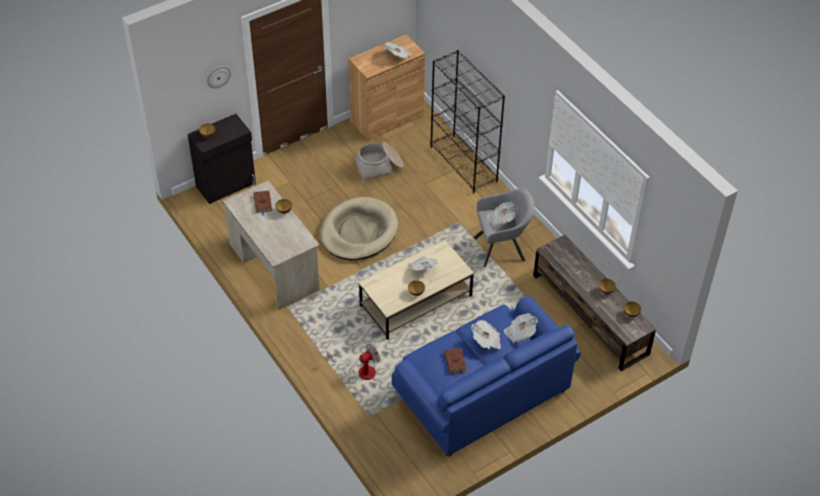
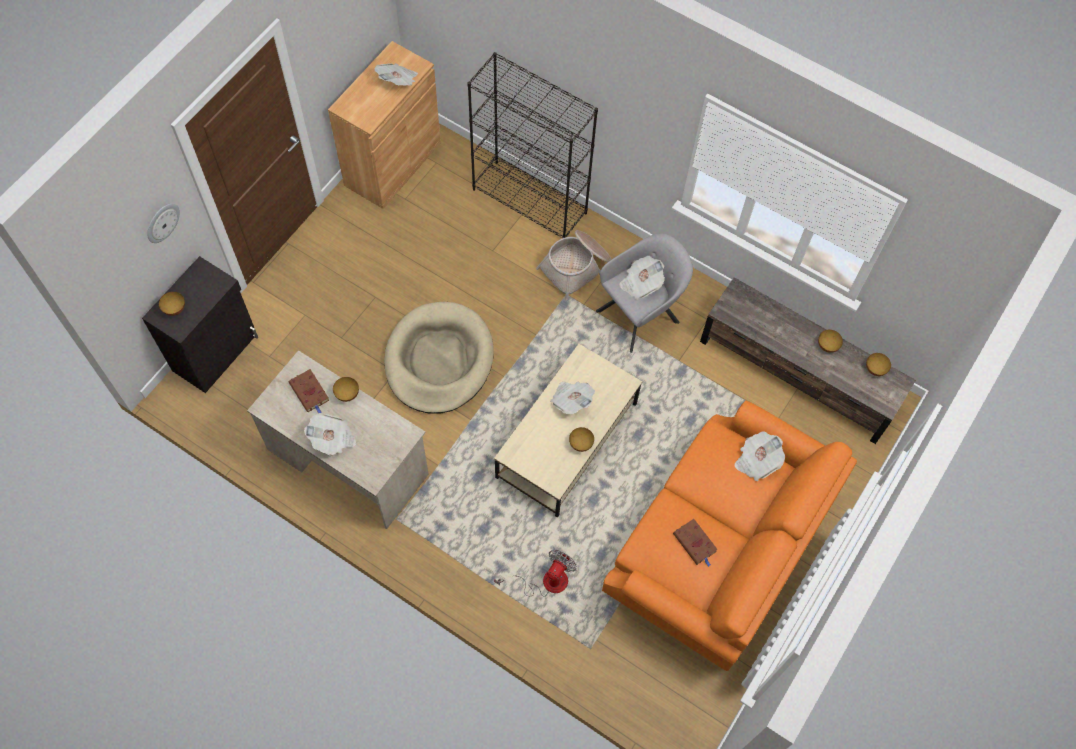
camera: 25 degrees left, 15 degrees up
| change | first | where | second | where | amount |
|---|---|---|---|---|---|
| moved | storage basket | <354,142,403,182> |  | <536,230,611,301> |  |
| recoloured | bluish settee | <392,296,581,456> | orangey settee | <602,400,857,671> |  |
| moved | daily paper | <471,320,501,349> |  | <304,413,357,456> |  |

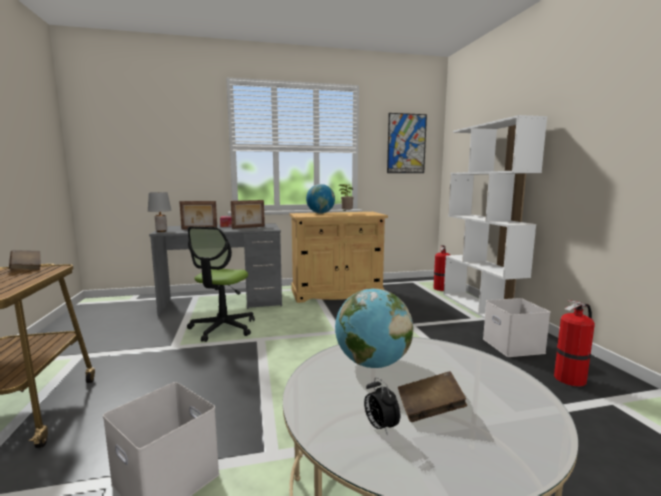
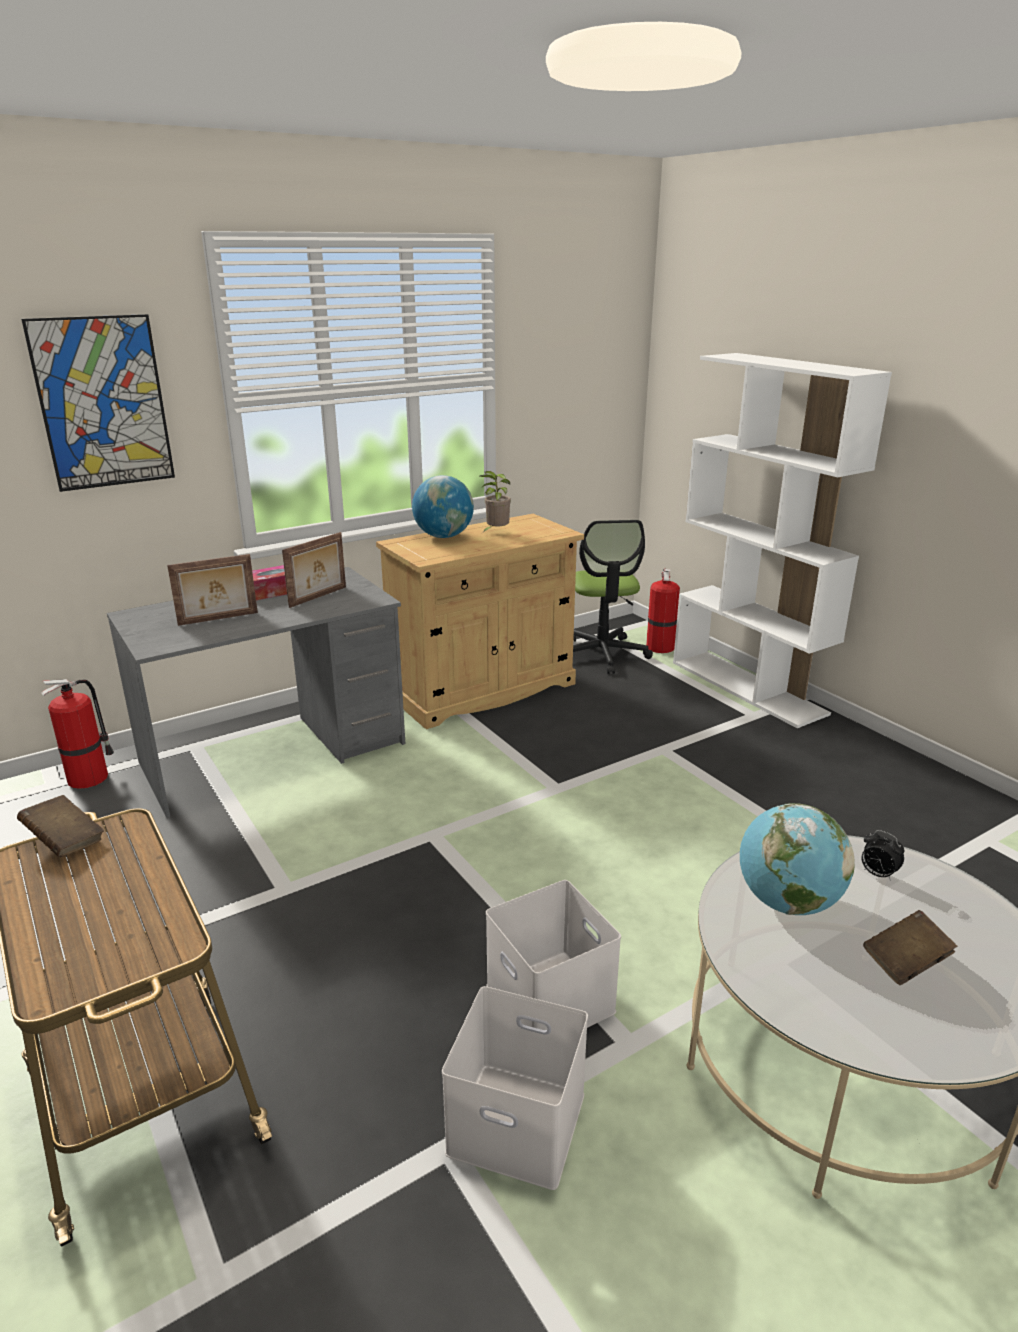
camera: 20 degrees left, 15 degrees up
| change | first | where | second | where | amount |
|---|---|---|---|---|---|
| removed | gray lamp for a table | <148,192,172,232> |  |  |  |
| moved | desk chair | <187,226,255,342> |  | <573,520,653,674> |  |
| moved | table clock | <364,377,400,436> |  | <861,830,904,881> |  |
| moved | wall picture | <387,113,427,173> |  | <21,314,175,492> |  |
| moved | white storage container | <483,298,550,357> |  | <486,880,621,1030> |  |
| moved | fire extinguisher | <554,300,595,387> |  | <41,679,114,789> |  |

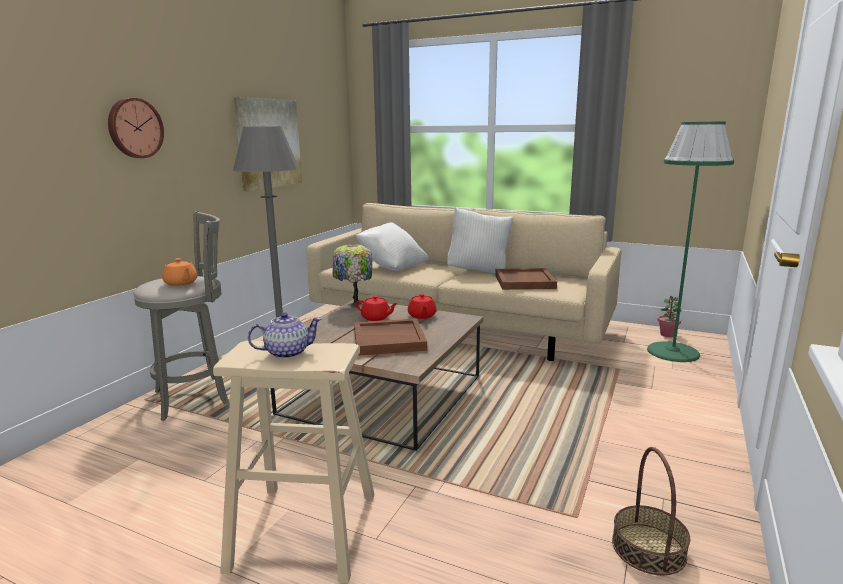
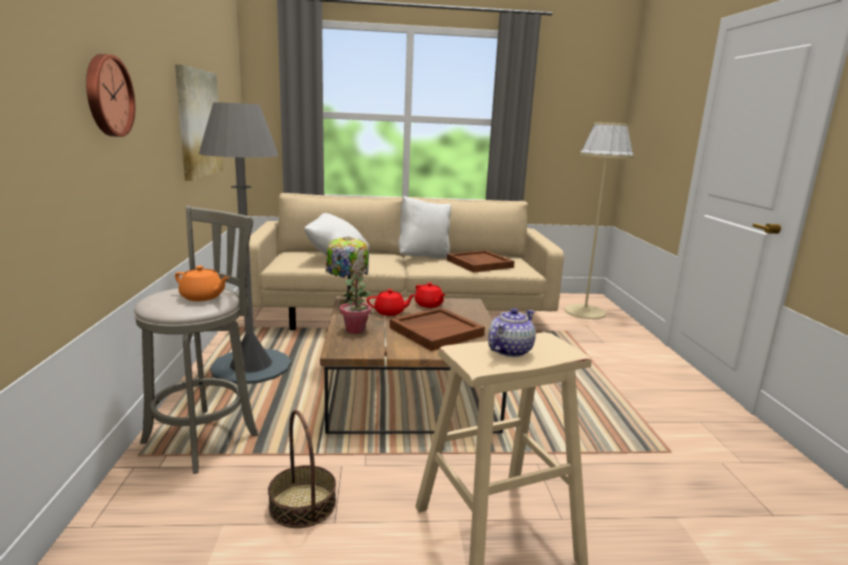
camera: 30 degrees left, 0 degrees up
| change | first | where | second | where | amount |
|---|---|---|---|---|---|
| moved | storage basket | <612,447,690,575> |  | <268,410,336,528> |  |
| recoloured | green-coloured floor lamp | <647,121,734,362> | beige-coloured floor lamp | <565,122,634,319> |  |
| moved | houseplant | <658,296,682,337> |  | <340,275,371,334> |  |

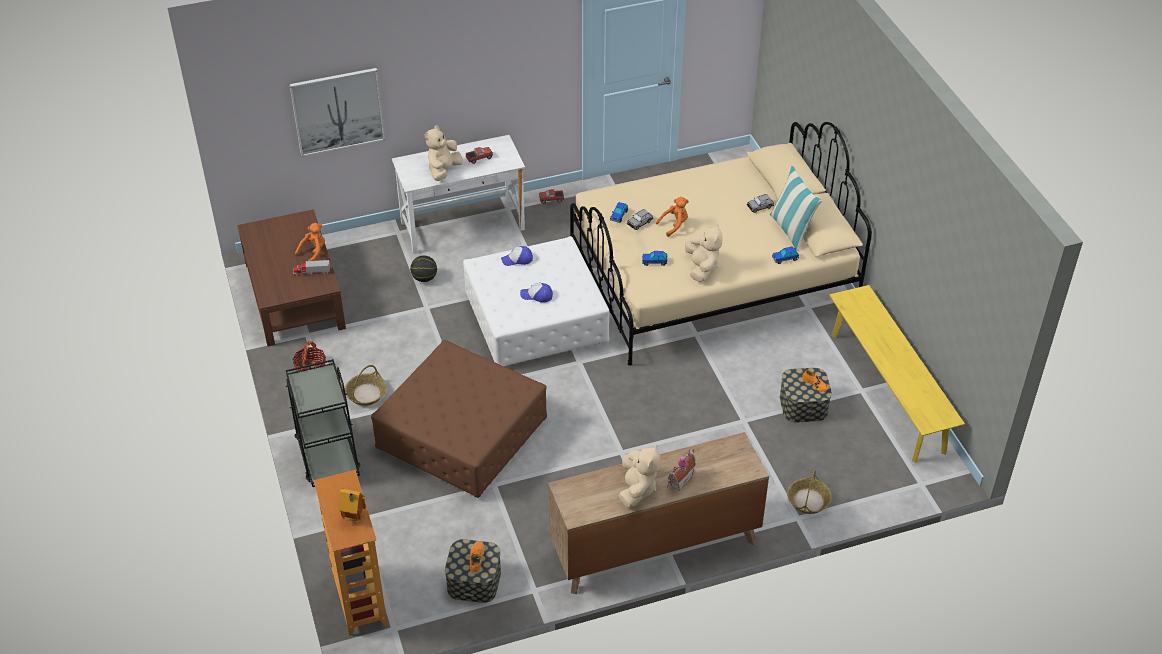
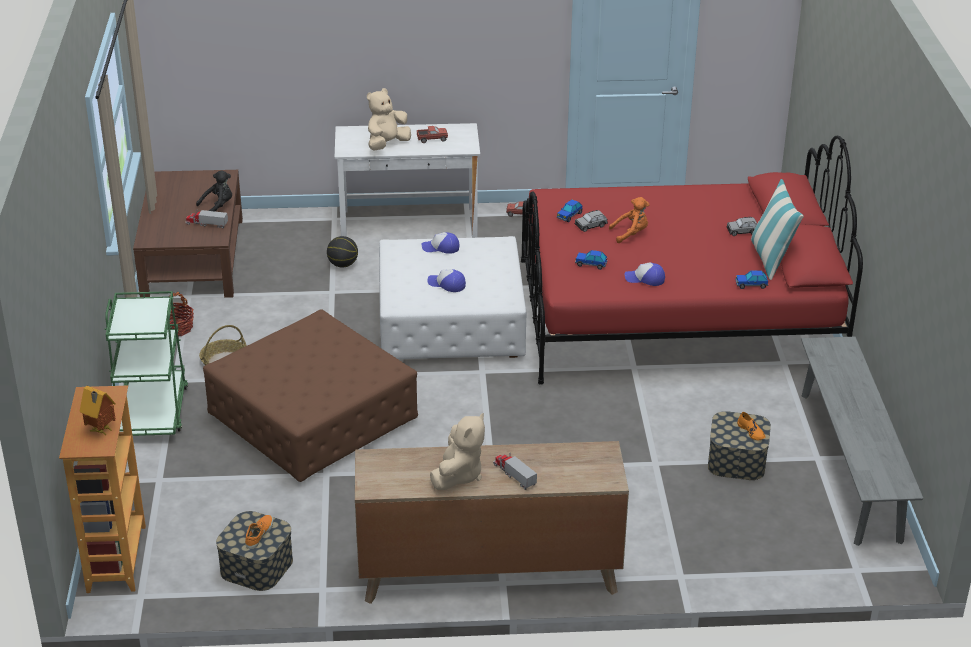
camera: 15 degrees right, 10 degrees down
| change | first | where | second | where | amount |
|---|---|---|---|---|---|
| recoloured | black-coloured cart | <286,359,360,487> | green-coloured cart | <105,291,188,436> |  |
| removed | wall picture | <289,68,385,157> |  |  |  |
| recoloured | orangey soft toy | <295,223,325,261> | black-coloured soft toy | <196,170,232,211> |  |
| recoloured | beige-coloured bedroom bed | <570,122,872,366> | red-coloured bedroom bed | <521,136,863,385> |  |
| replaced | model house | <667,449,696,491> | toy truck | <493,453,537,490> |  |
| replaced | beige-coloured soft toy | <685,224,723,282> | baseball cap | <625,262,665,286> |  |
| removed | storage basket | <787,470,832,514> |  |  |  |
| recoloured | yellow-coloured bench | <829,285,965,463> | gray bench | <801,337,923,546> |  |

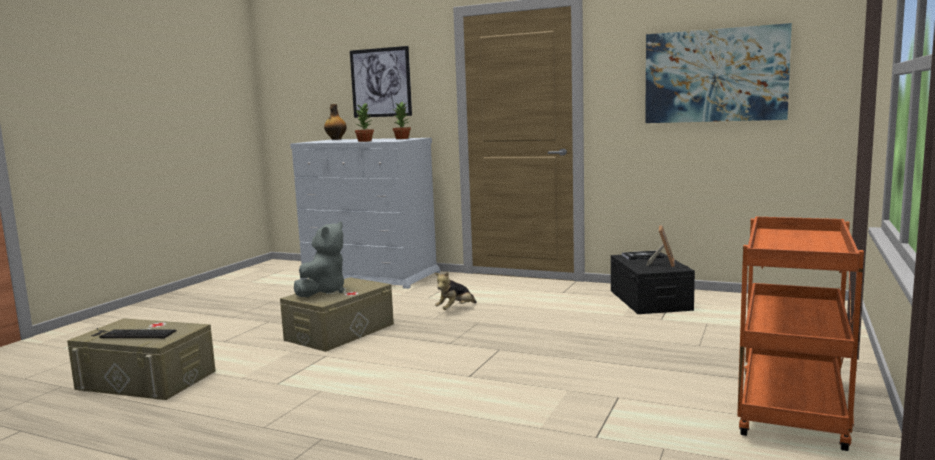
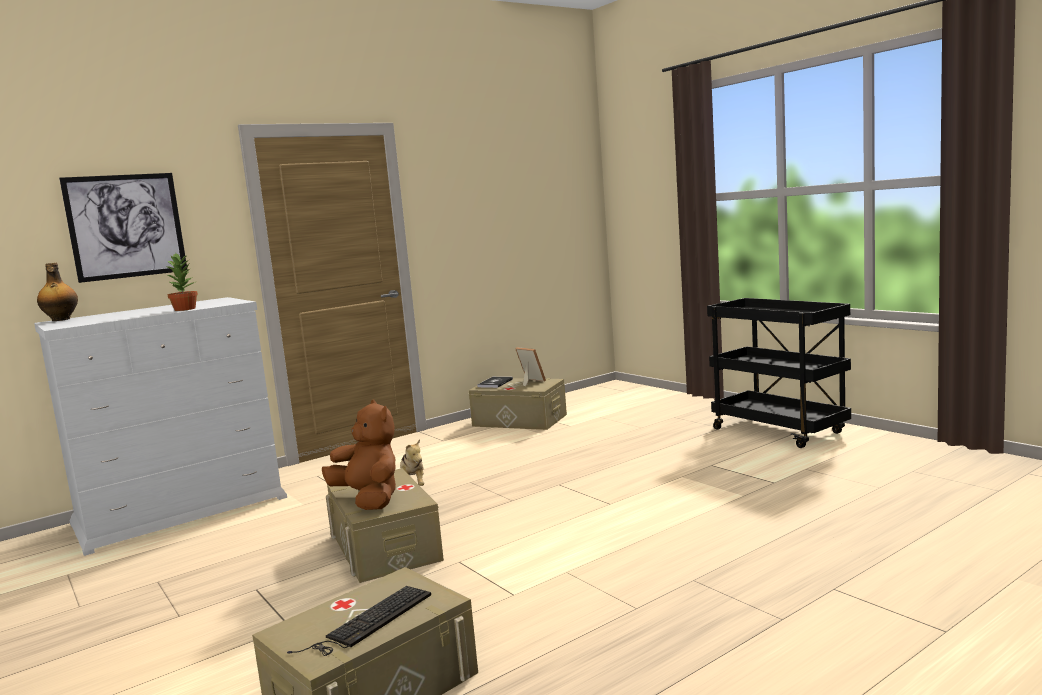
camera: 60 degrees left, 0 degrees up
| change | first | where | second | where | amount |
|---|---|---|---|---|---|
| recoloured | gray soft toy | <294,222,344,297> | brown soft toy | <322,400,396,510> |  |
| removed | houseplant | <393,101,411,139> |  |  |  |
| recoloured | black-coloured storage container | <611,252,695,314> | beige-coloured storage container | <469,378,567,430> |  |
| removed | wall picture | <645,23,792,123> |  |  |  |
| recoloured | orangey cart | <737,217,864,451> | black-coloured cart | <707,298,851,448> |  |

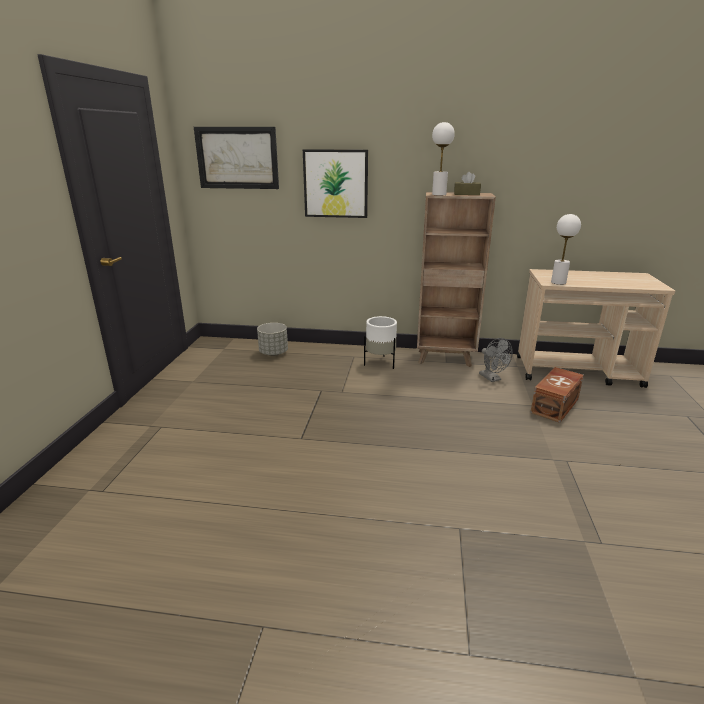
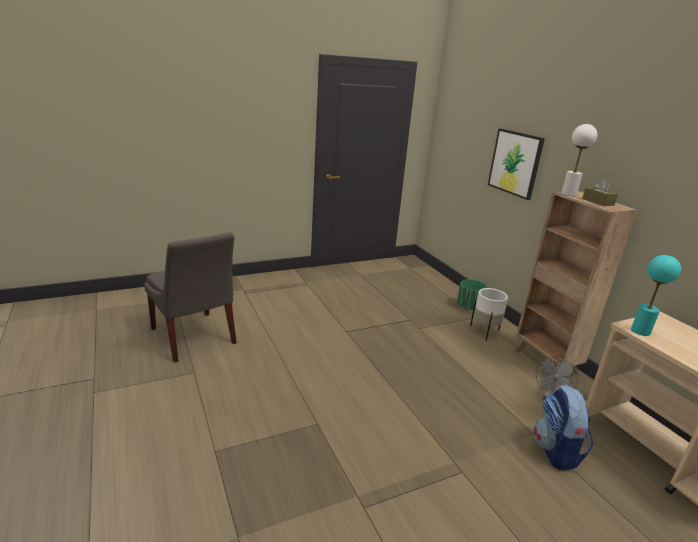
camera: 55 degrees right, 0 degrees up
| change | first | where | second | where | amount |
|---|---|---|---|---|---|
| removed | wall picture | <194,127,279,189> |  |  |  |
| removed | gray plant pot | <257,323,288,356> |  |  |  |
| replaced | brown storage container | <530,367,584,423> | knapsack | <534,385,593,470> |  |
| recoloured | white lamp for a table | <551,214,581,285> | blue-green lamp for a table | <631,255,681,336> |  |
| added |  |  | gray plain chair | <144,232,237,363> |  |
| added |  |  | green-coloured plant pot | <457,279,487,310> |  |

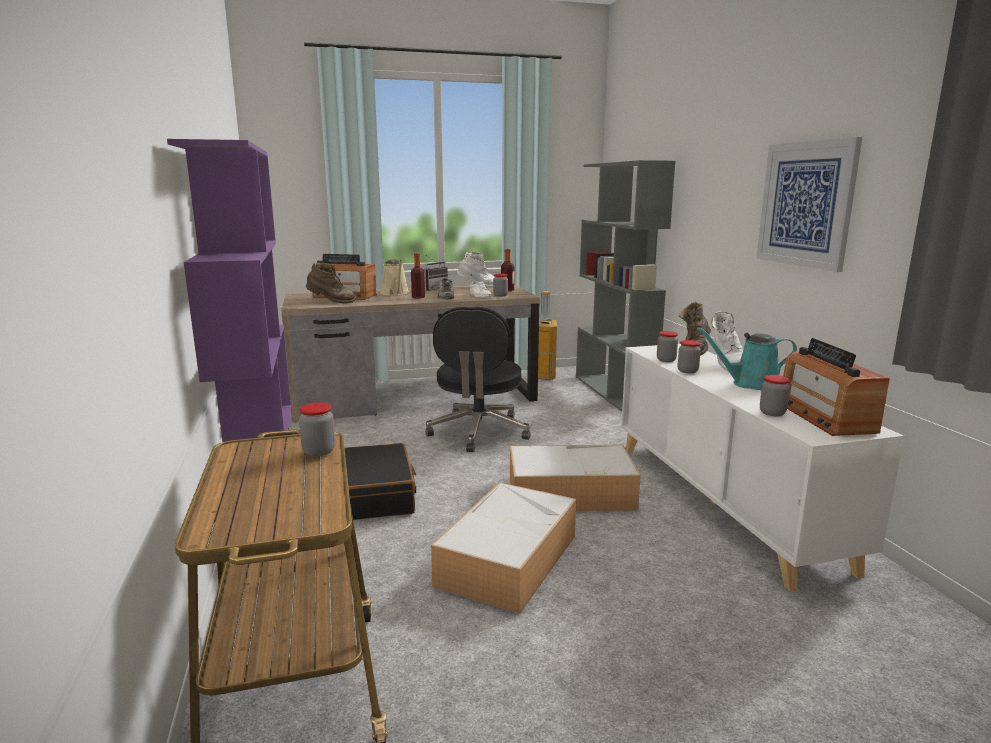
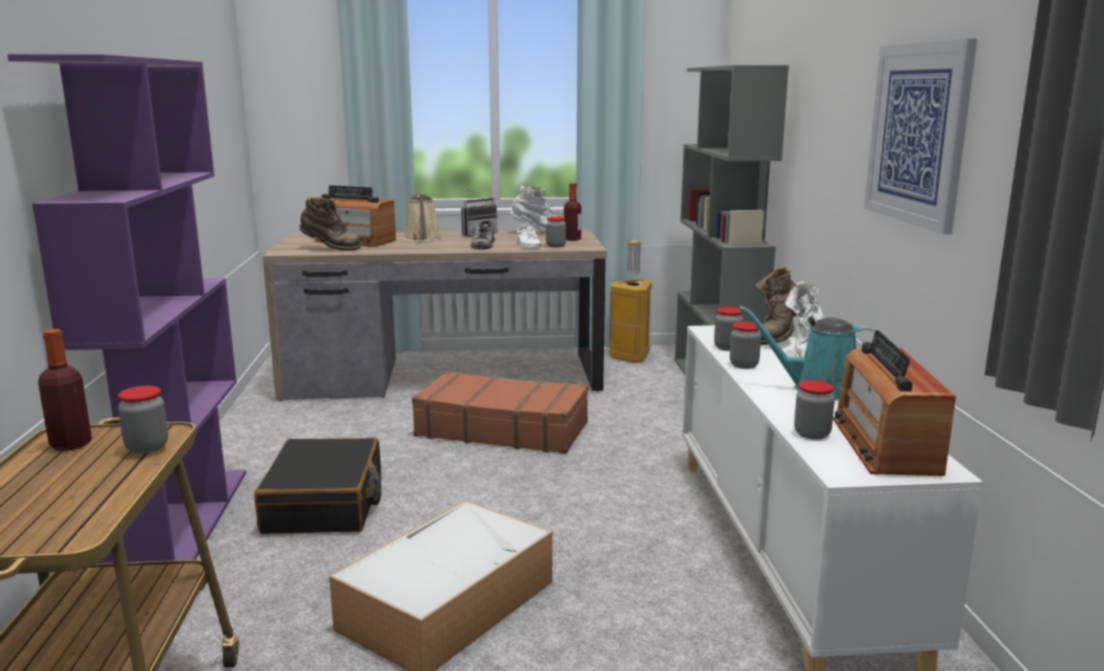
camera: 10 degrees right, 0 degrees up
| change | first | where | second | where | amount |
|---|---|---|---|---|---|
| moved | drink bottle | <411,253,425,298> |  | <38,329,92,450> |  |
| replaced | black-coloured desk chair | <425,307,531,452> | brown suitcase | <412,371,588,454> |  |
| removed | storage container | <510,445,641,511> |  |  |  |

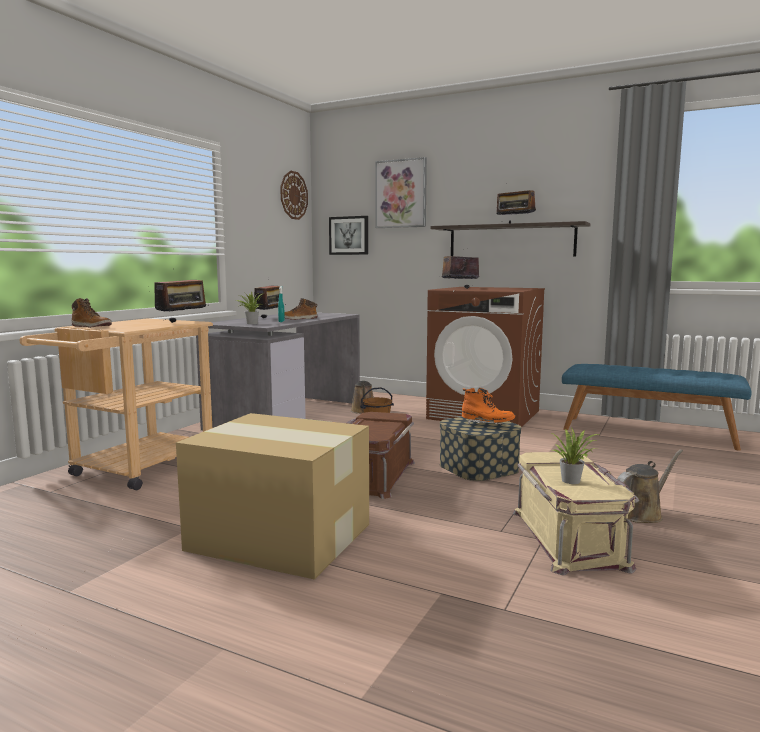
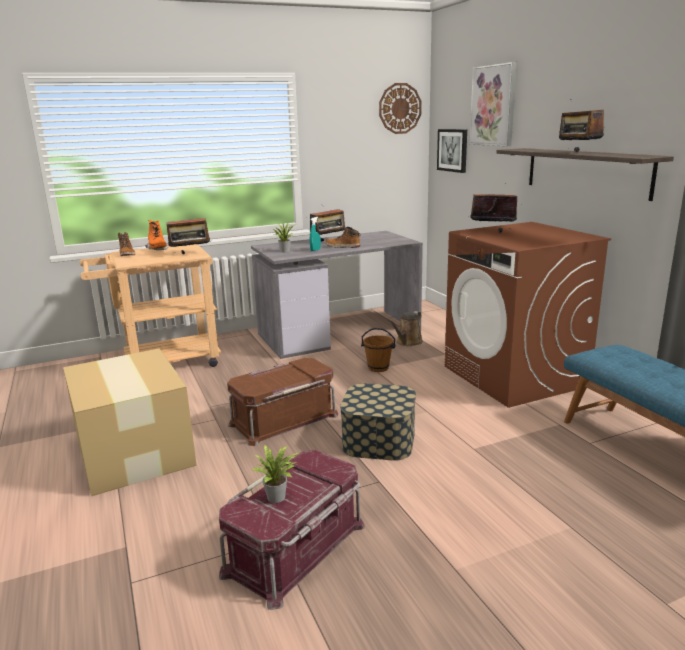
camera: 40 degrees right, 10 degrees up
| change | first | where | second | where | amount |
|---|---|---|---|---|---|
| moved | orangey boot | <462,388,515,425> |  | <145,220,169,250> |  |
| recoloured | beige-coloured storage container | <513,452,639,576> | red-coloured storage container | <219,450,365,610> |  |
| removed | brown watering can | <617,449,683,523> |  |  |  |

